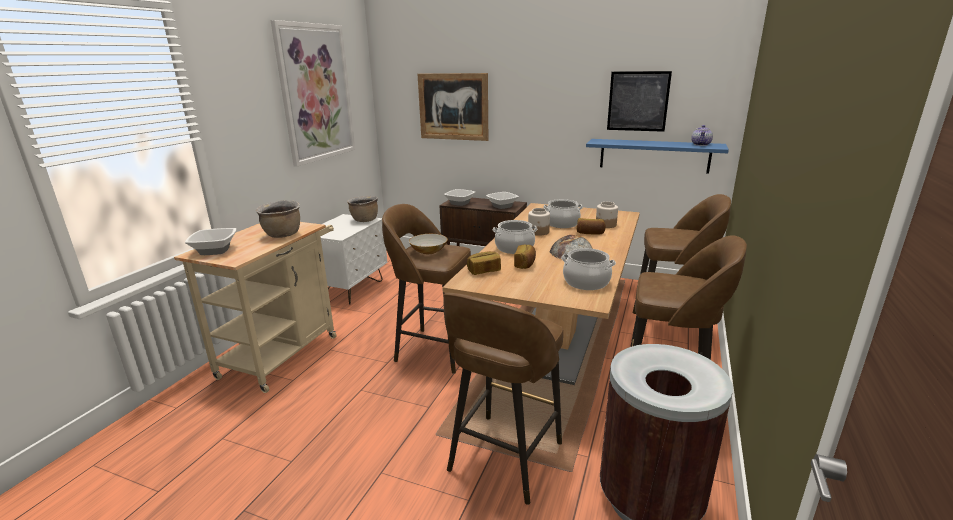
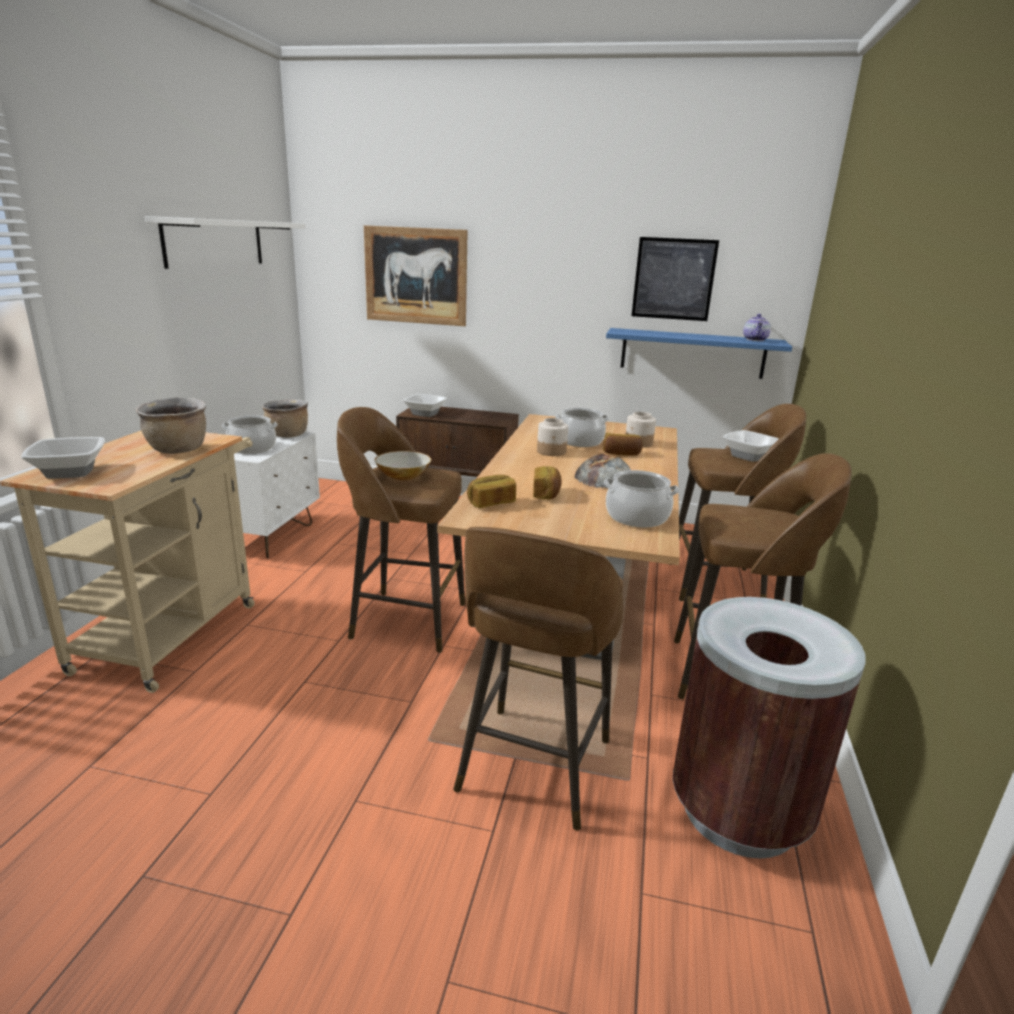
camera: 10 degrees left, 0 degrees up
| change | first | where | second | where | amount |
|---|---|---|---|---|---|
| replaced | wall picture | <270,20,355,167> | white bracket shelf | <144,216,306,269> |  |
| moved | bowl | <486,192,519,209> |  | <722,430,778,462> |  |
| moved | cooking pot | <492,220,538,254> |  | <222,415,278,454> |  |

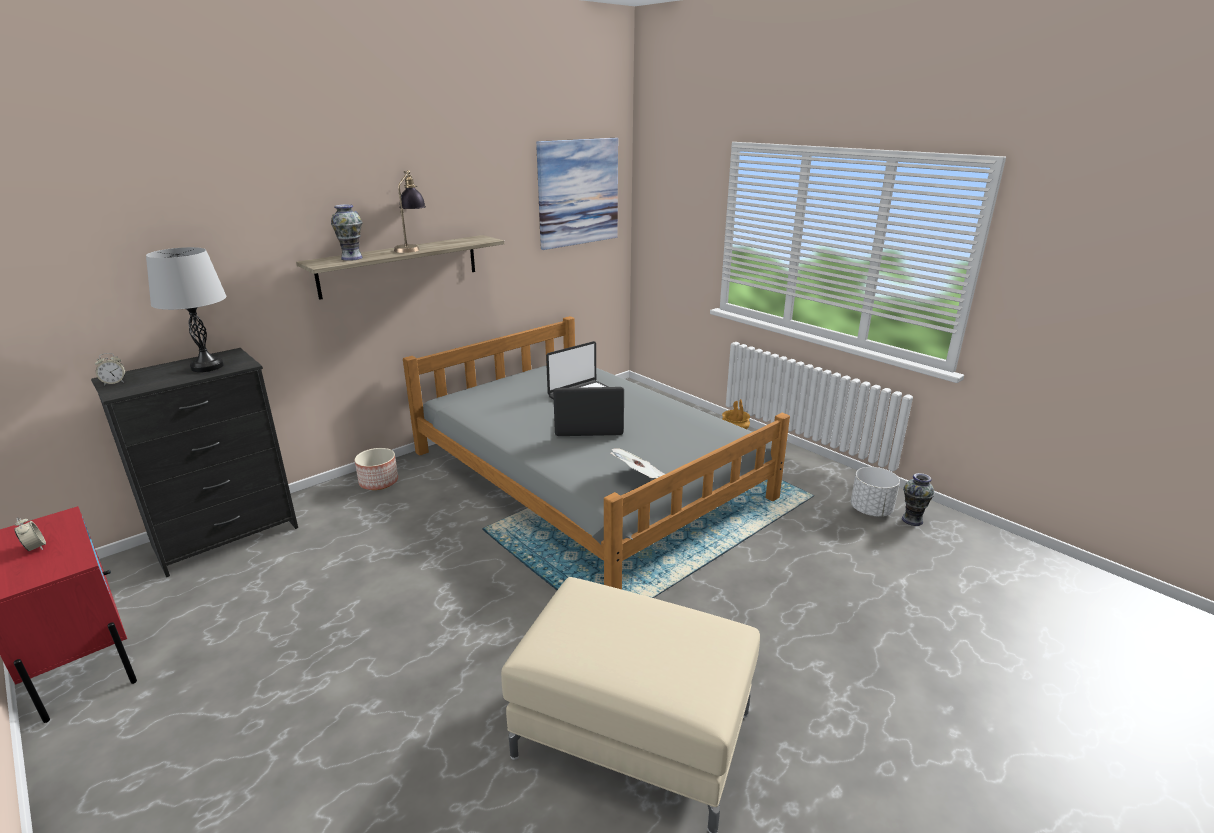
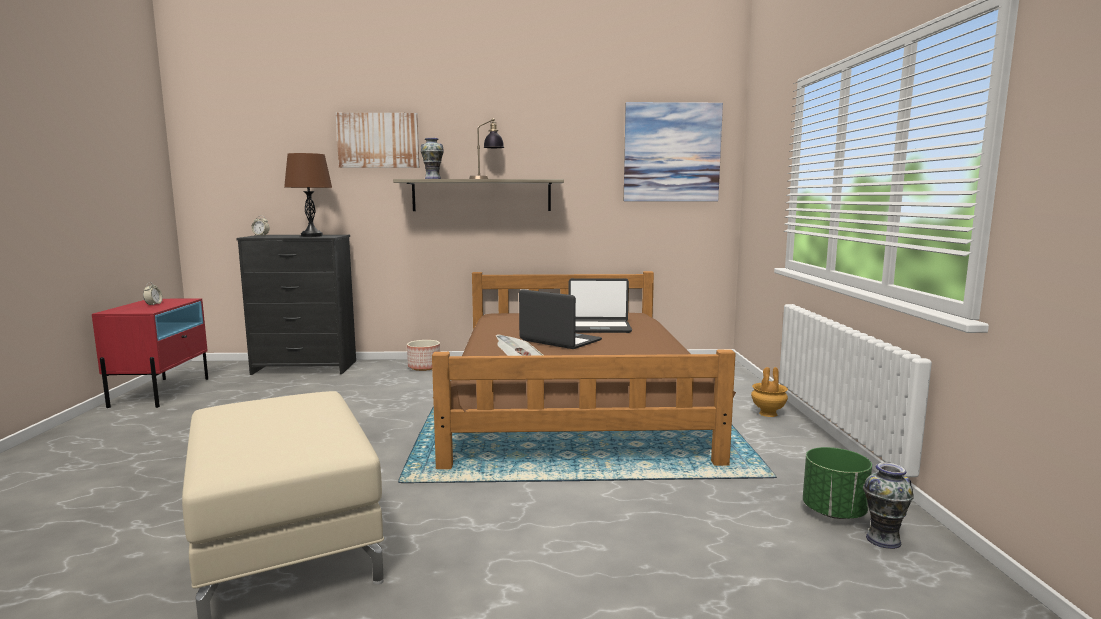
camera: 40 degrees right, 15 degrees down
| change | first | where | second | where | amount |
|---|---|---|---|---|---|
| recoloured | gray lamp for a table | <146,247,226,372> | brown lamp for a table | <284,153,332,237> |  |
| recoloured | gray bedroom bed | <403,316,790,589> | brown bedroom bed | <432,271,736,469> |  |
| recoloured | white plant pot | <851,467,900,517> | green-coloured plant pot | <803,447,872,519> |  |
| added |  |  | wall picture | <336,113,419,168> |  |

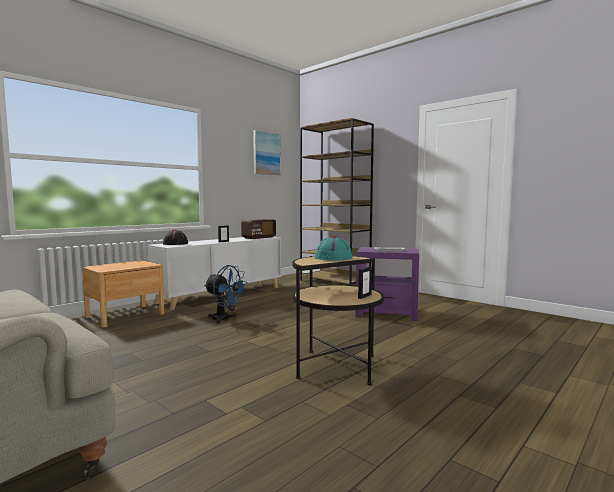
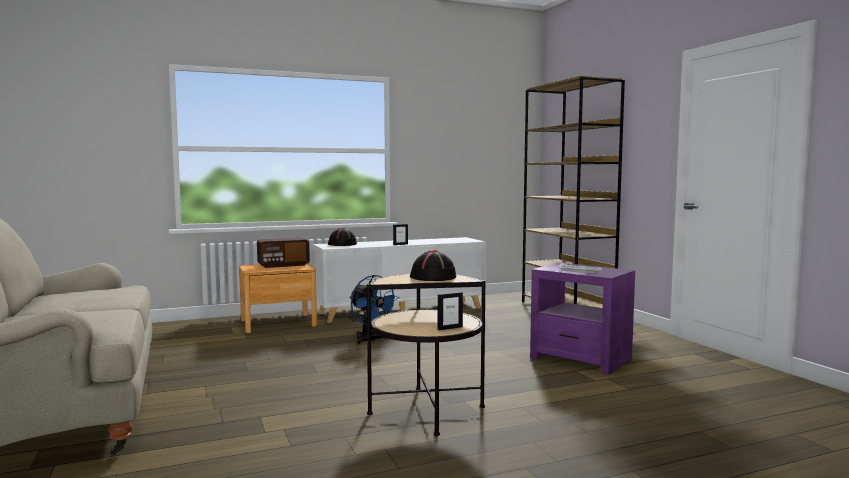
camera: 25 degrees right, 0 degrees up
| change | first | where | second | where | amount |
|---|---|---|---|---|---|
| moved | radio | <241,219,276,239> |  | <257,238,310,268> |  |
| removed | wall picture | <253,130,281,175> |  |  |  |
| recoloured | blue-green clothing hat | <315,236,353,261> | black-coloured clothing hat | <410,250,456,281> |  |

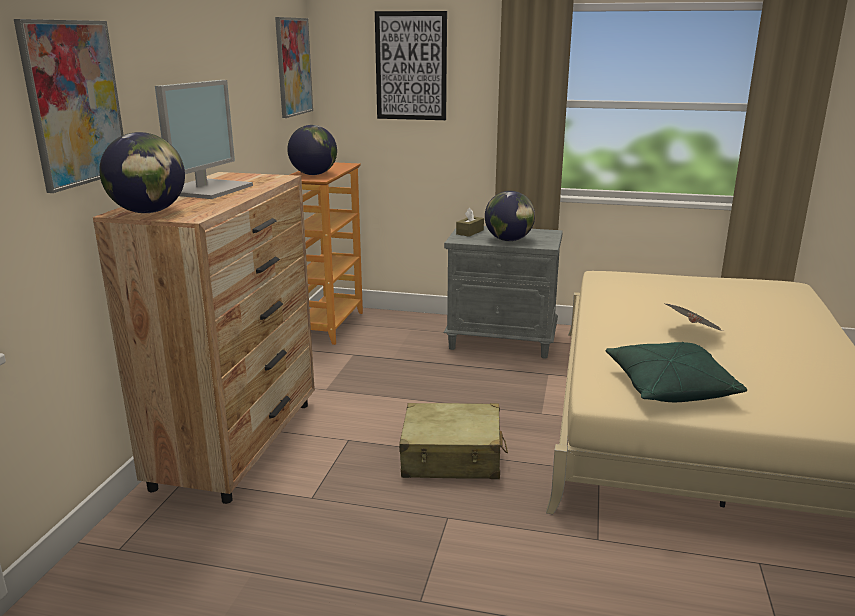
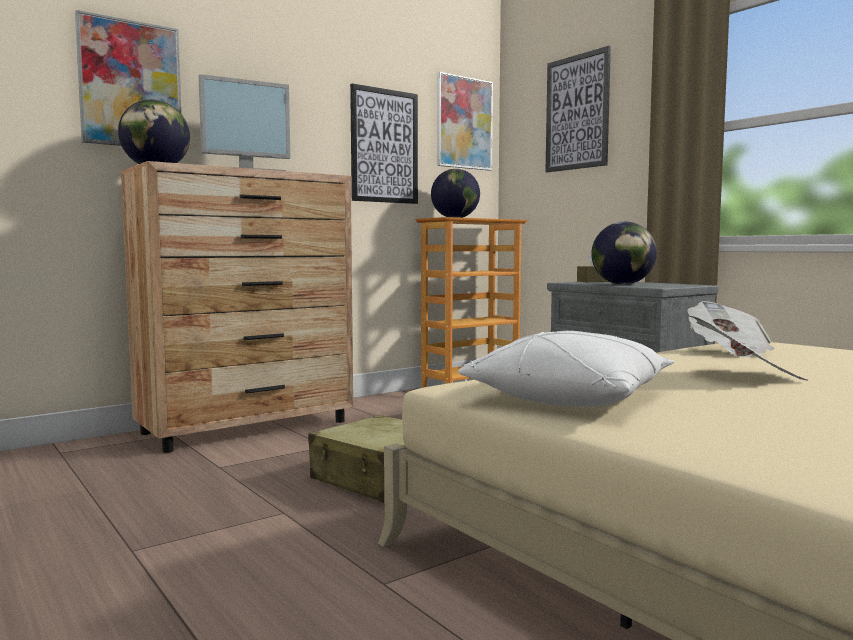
camera: 40 degrees right, 15 degrees down
| change | first | where | second | where | amount |
|---|---|---|---|---|---|
| recoloured | green-coloured cushion | <606,342,747,402> | white cushion | <458,331,674,407> |  |
| added |  |  | wall picture | <350,83,418,204> |  |
| added |  |  | daily paper | <687,301,774,358> |  |

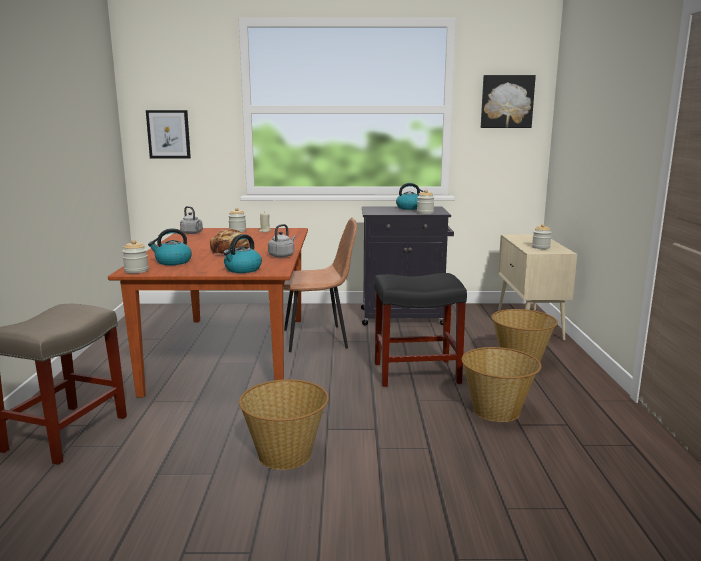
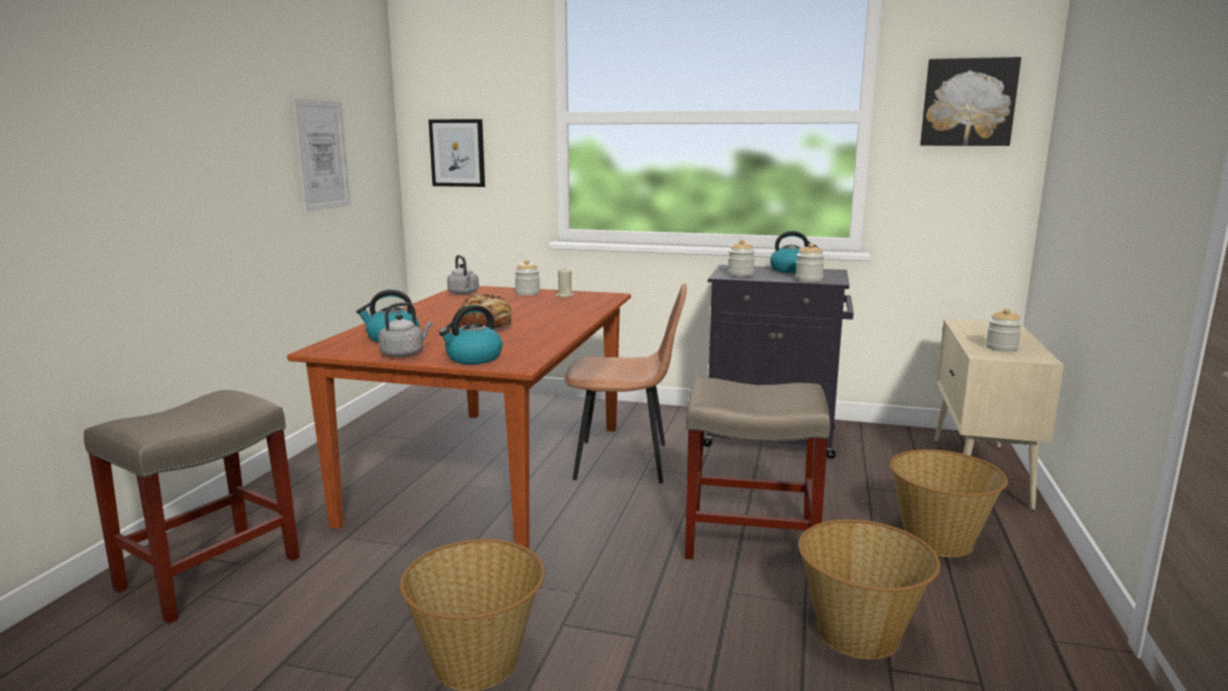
camera: 15 degrees right, 0 degrees up
| change | first | where | second | where | amount |
|---|---|---|---|---|---|
| moved | storage jar | <122,240,149,273> |  | <728,239,755,277> |  |
| moved | gray kettle | <268,224,296,258> |  | <379,302,433,357> |  |
| recoloured | black-coloured sitting stool | <374,273,467,387> | beige-coloured sitting stool | <685,378,830,559> |  |
| added |  |  | wall picture | <293,99,351,212> |  |

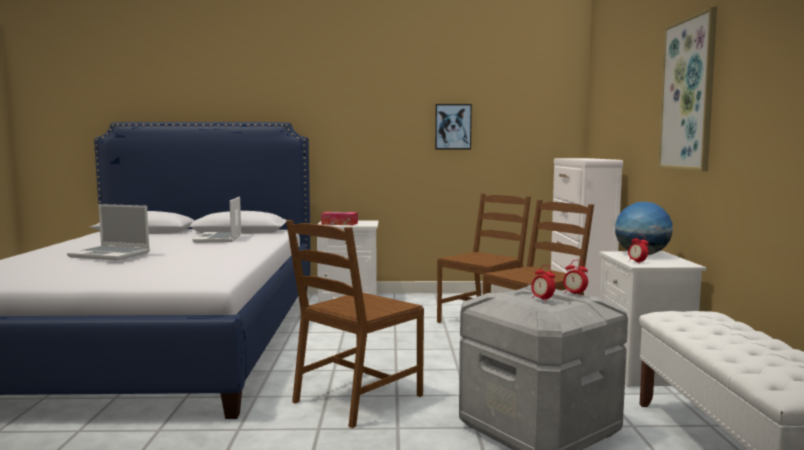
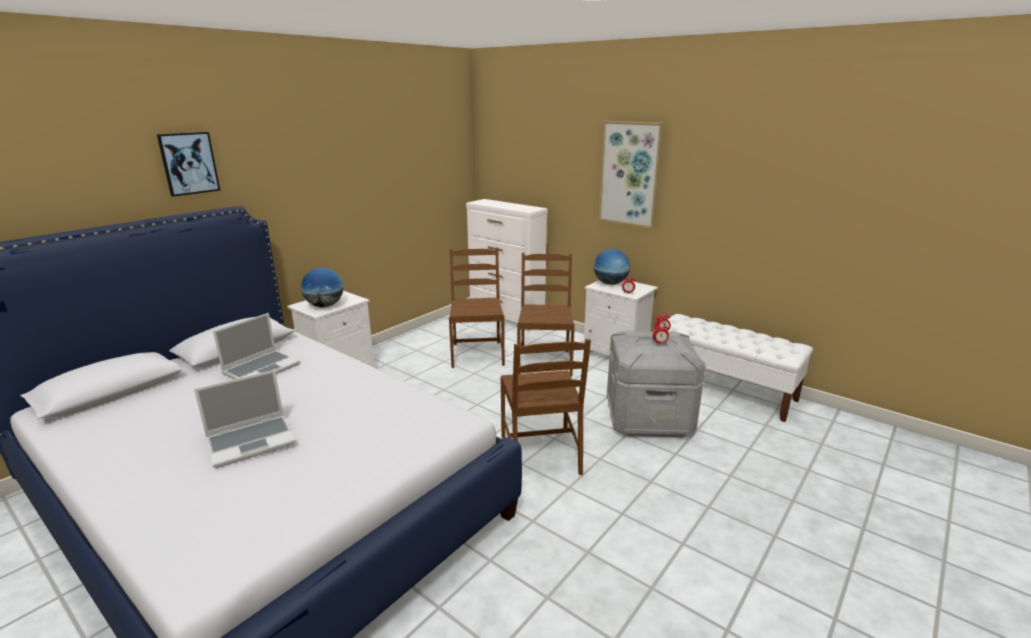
camera: 50 degrees left, 15 degrees up
| change | first | where | second | where | amount |
|---|---|---|---|---|---|
| turned | laptop | <192,197,241,243> |  | <213,313,300,379> | 90 degrees counterclockwise |
| replaced | tissue box | <321,212,358,225> | desk globe | <301,267,343,307> |  |
| moved | wall picture | <435,104,472,149> |  | <157,132,220,197> |  |

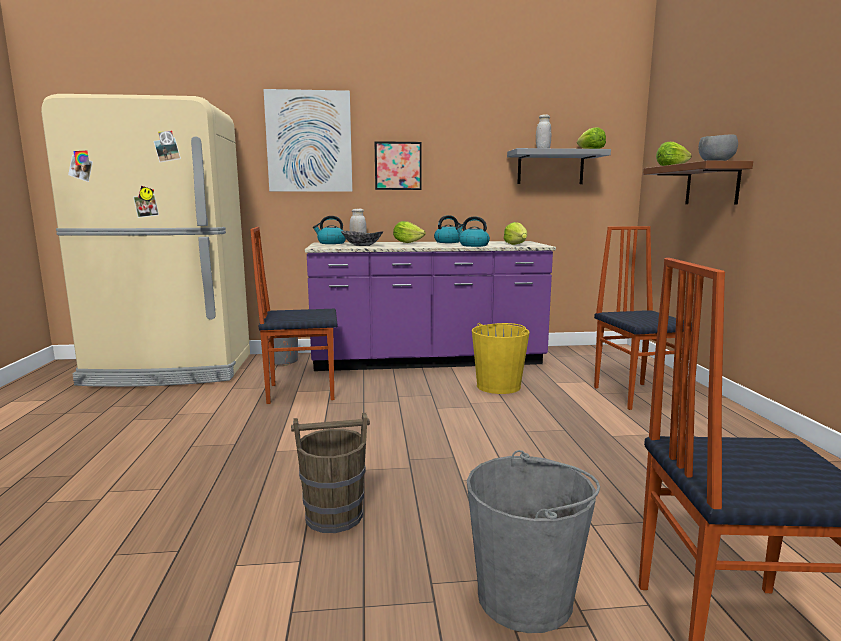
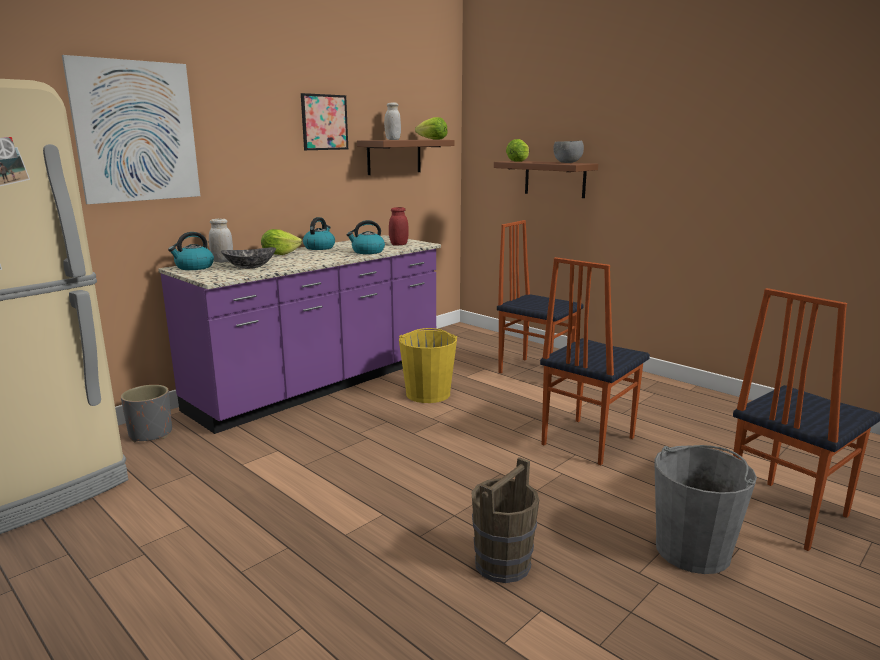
camera: 40 degrees left, 5 degrees up
| change | first | where | second | where | amount |
|---|---|---|---|---|---|
| moved | plain chair | <250,227,337,404> |  | <540,257,650,465> |  |
| moved | wall picture | <374,141,422,190> |  | <301,93,348,150> |  |
| replaced | head of lettuce | <504,222,527,245> | red-coloured storage jar | <389,207,409,245> |  |
| recoloured | gray bracket shelf | <507,148,611,184> | brown bracket shelf | <357,140,454,175> |  |

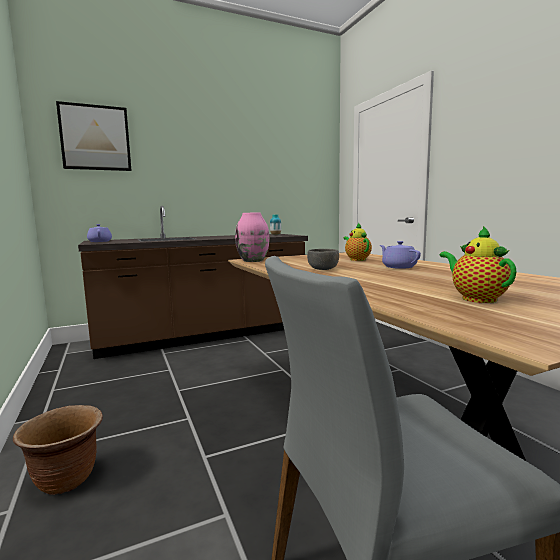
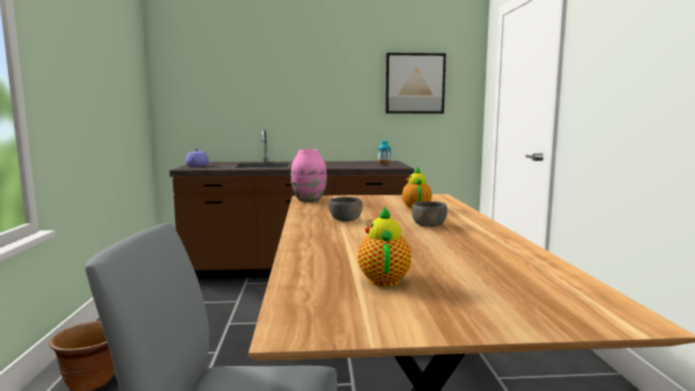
camera: 20 degrees right, 0 degrees up
| change | first | where | second | where | amount |
|---|---|---|---|---|---|
| moved | wall picture | <56,101,132,171> |  | <386,53,446,114> |  |
| replaced | purple teapot | <380,241,421,269> | gray bowl | <412,201,447,227> |  |

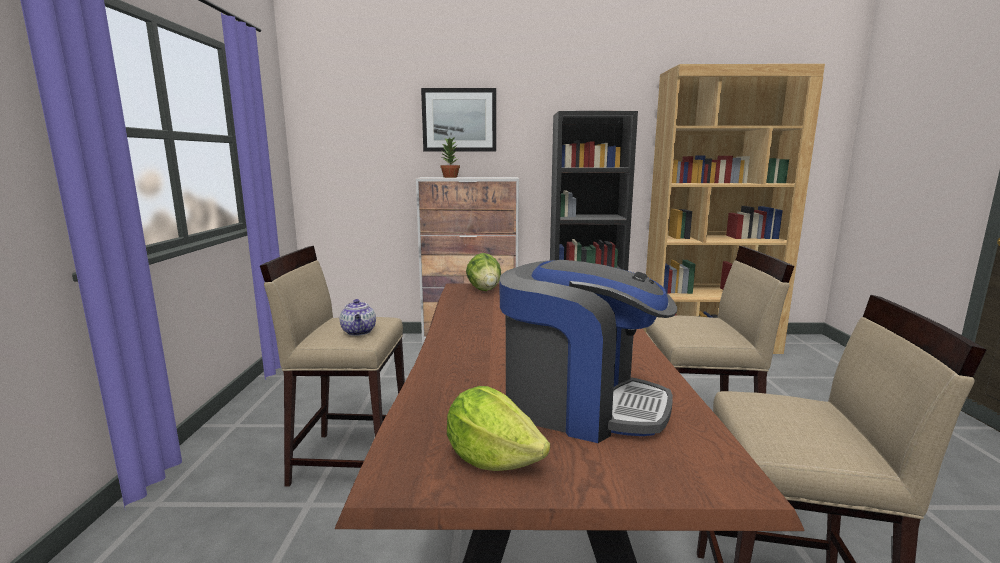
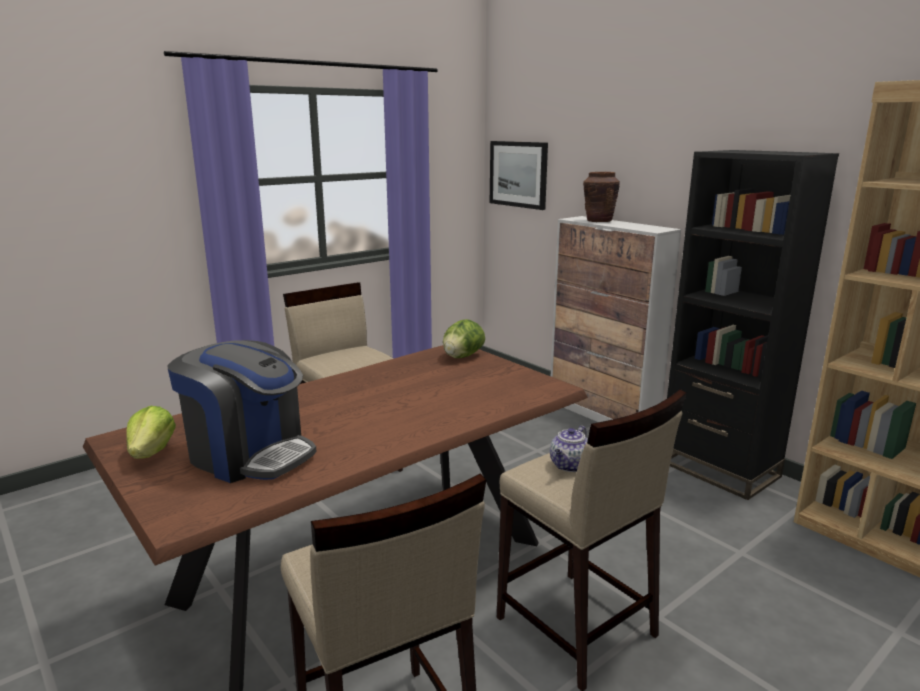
camera: 50 degrees right, 5 degrees up
| change | first | where | second | where | amount |
|---|---|---|---|---|---|
| moved | teapot | <340,299,376,336> |  | <550,426,588,472> |  |
| moved | wall picture | <421,88,496,152> |  | <490,141,548,210> |  |
| replaced | houseplant | <440,137,460,178> | brown vase | <583,172,620,222> |  |
| turned | coffee brewer | <499,260,677,443> |  | <168,340,317,483> | 45 degrees counterclockwise |

